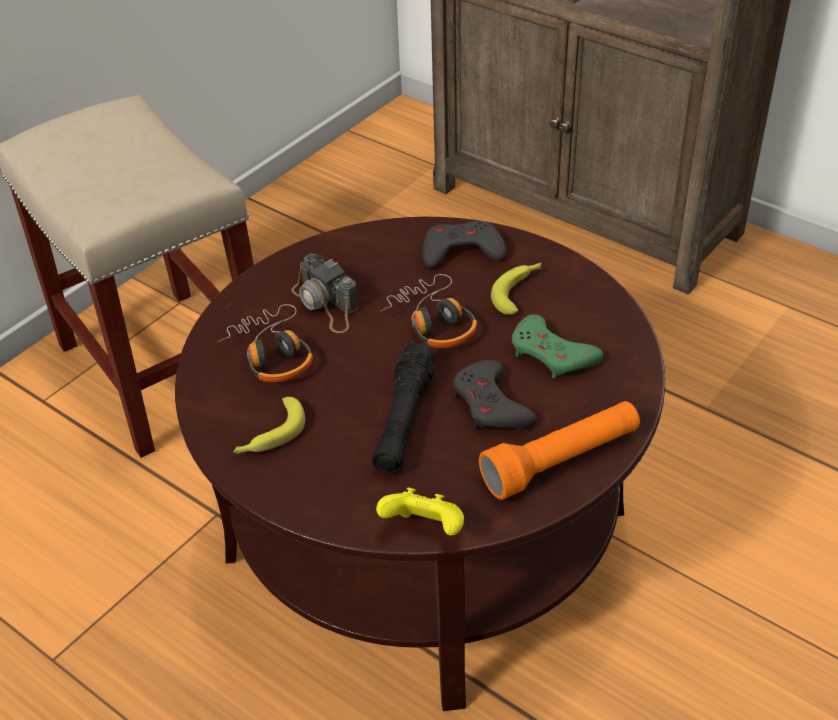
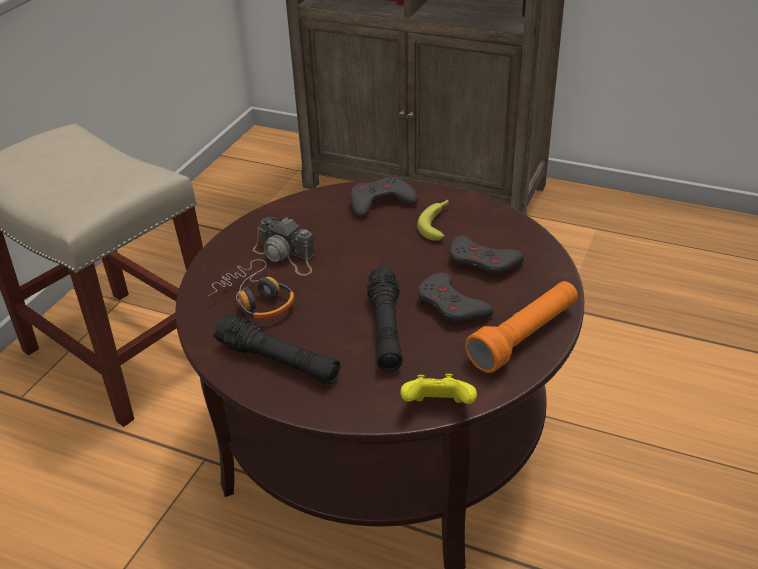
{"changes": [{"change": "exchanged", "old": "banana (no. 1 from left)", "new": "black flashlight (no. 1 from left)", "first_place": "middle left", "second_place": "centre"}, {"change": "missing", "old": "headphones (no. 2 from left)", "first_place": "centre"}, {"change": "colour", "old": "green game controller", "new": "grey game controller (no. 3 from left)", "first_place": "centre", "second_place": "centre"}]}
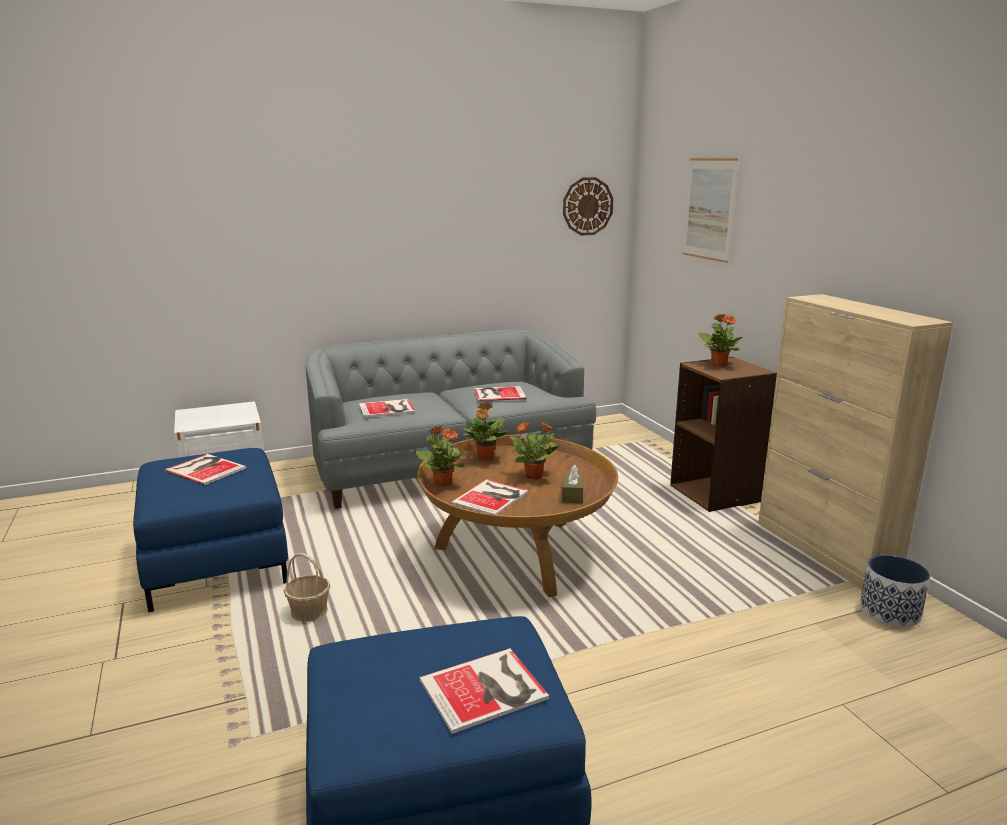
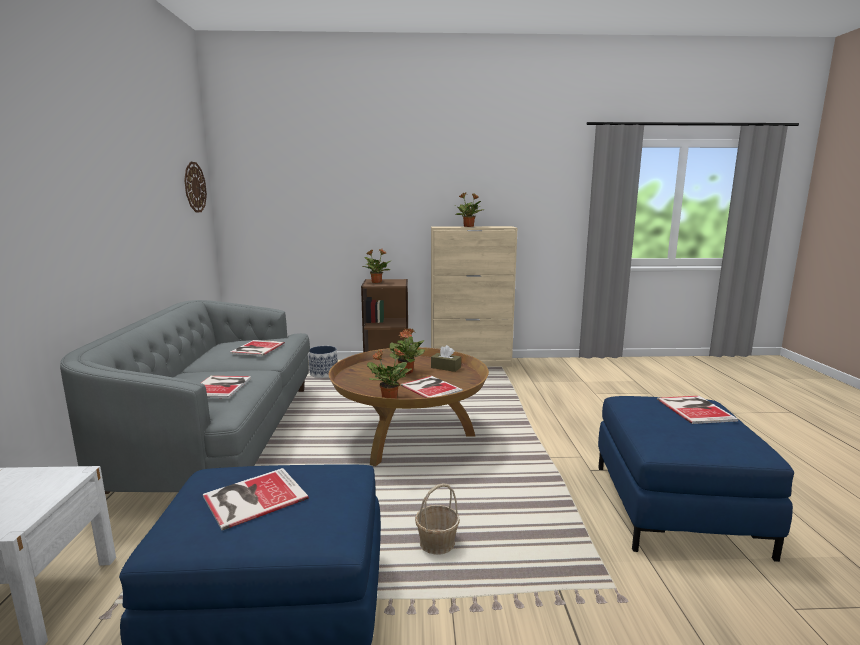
{"changes": [{"change": "relocated", "old": "potted plant (no. 2 from left in the first image)", "new": "potted plant (no. 4 from left)", "first_place": "centre", "second_place": "top centre"}, {"change": "missing", "old": "picture", "first_place": "top right"}, {"change": "relocated", "old": "planter", "first_place": "bottom right", "second_place": "centre"}]}
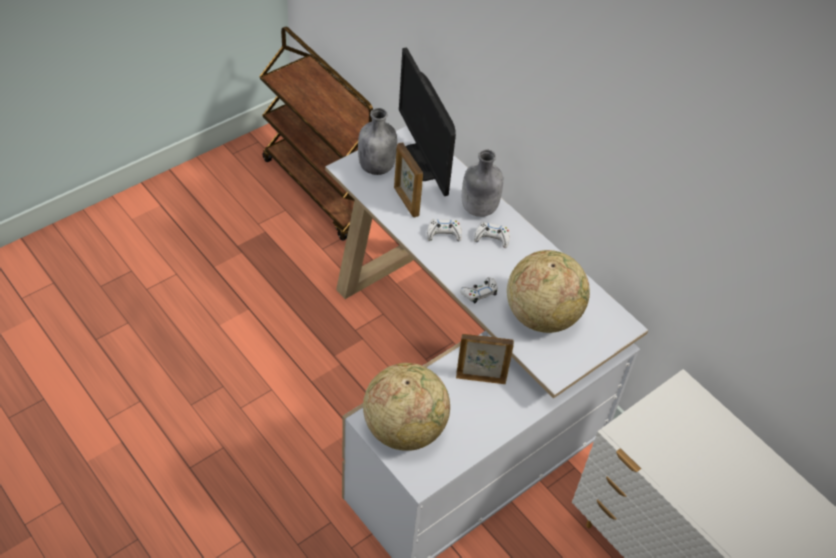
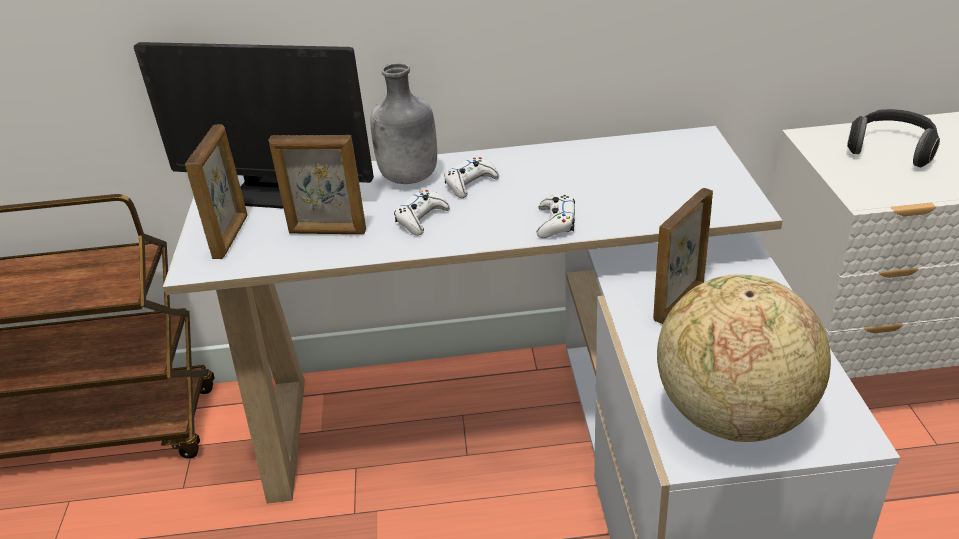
{"changes": [{"change": "exchanged", "old": "grey bottle (no. 1 from left)", "new": "picture frame (no. 1 from left)", "first_place": "top centre", "second_place": "middle left"}, {"change": "missing", "old": "globe (no. 2 from left)", "first_place": "centre"}, {"change": "appeared", "new": "headphones", "second_place": "top right"}]}
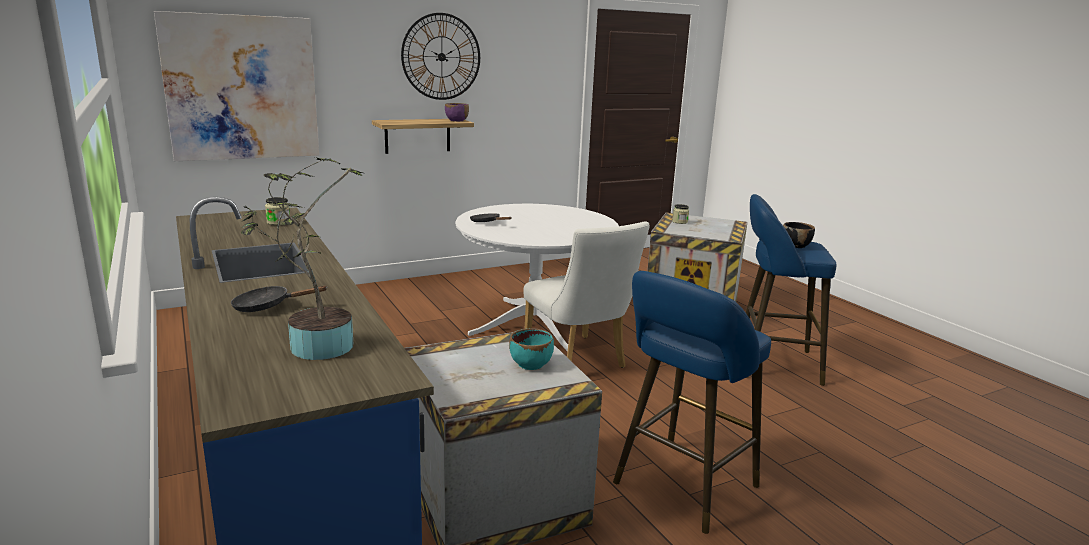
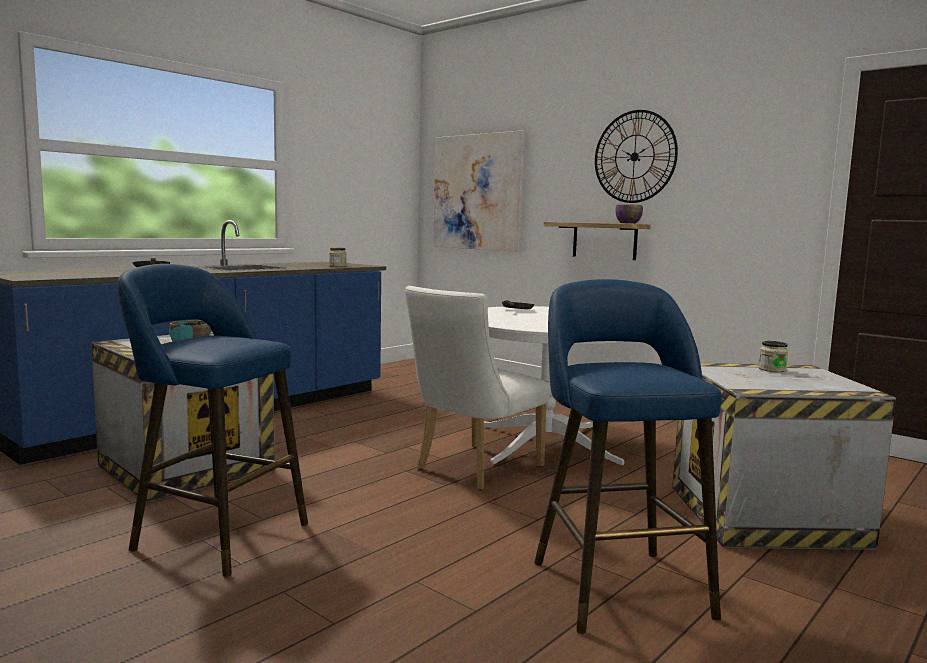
{"changes": [{"change": "missing", "old": "potted plant", "first_place": "middle left"}, {"change": "missing", "old": "black bowl", "first_place": "middle right"}]}
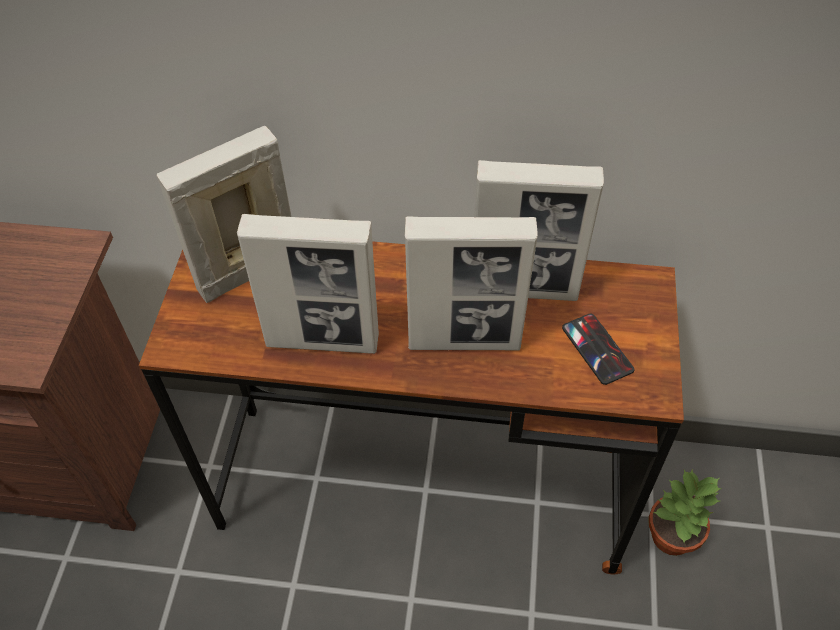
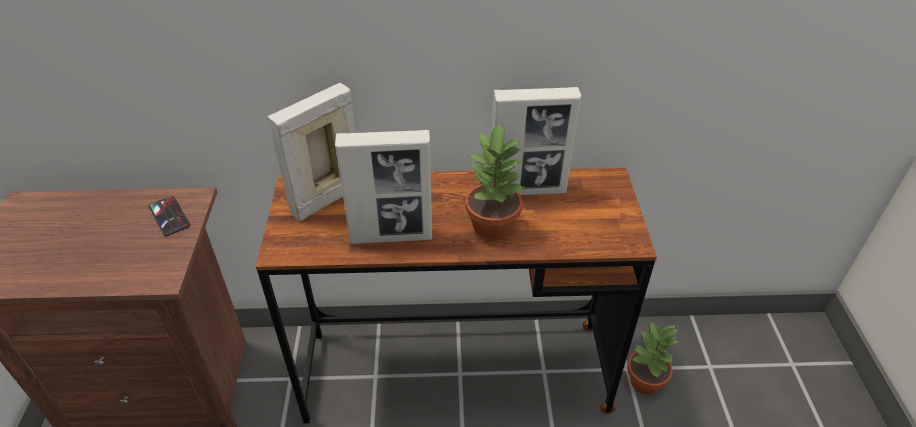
{"changes": [{"change": "exchanged", "old": "picture frame (no. 3 from left)", "new": "potted plant (no. 1 from left)", "first_place": "centre", "second_place": "centre"}, {"change": "relocated", "old": "phone", "first_place": "middle right", "second_place": "middle left"}]}
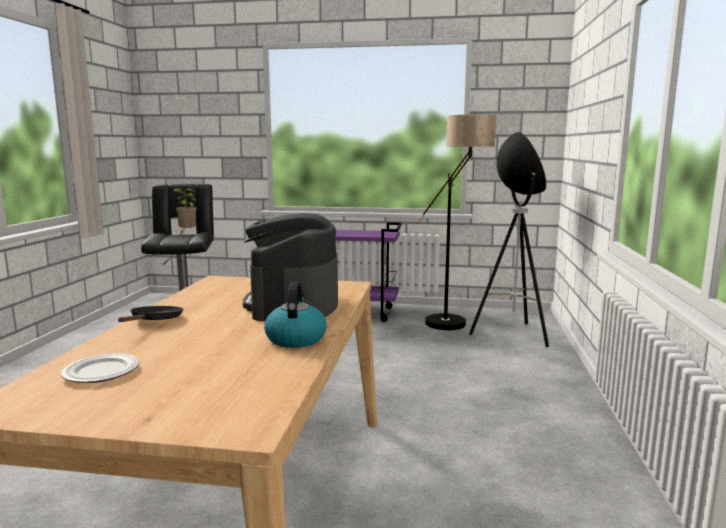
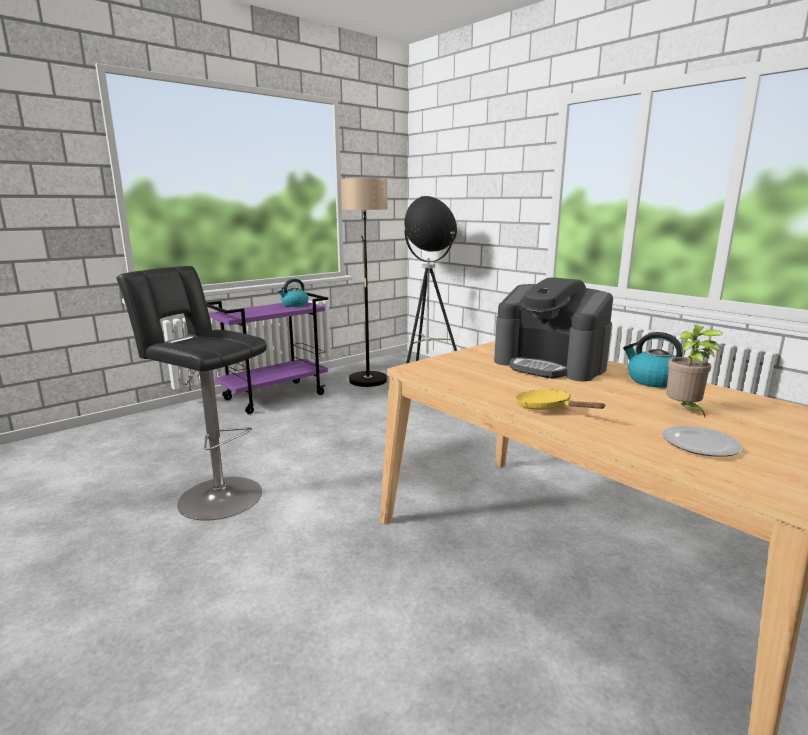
{"changes": [{"change": "colour", "old": "black frying pan", "new": "yellow frying pan", "first_place": "middle left", "second_place": "middle right"}, {"change": "relocated", "old": "potted plant", "first_place": "middle left", "second_place": "middle right"}, {"change": "appeared", "new": "kettle (no. 1 from left)", "second_place": "centre"}]}
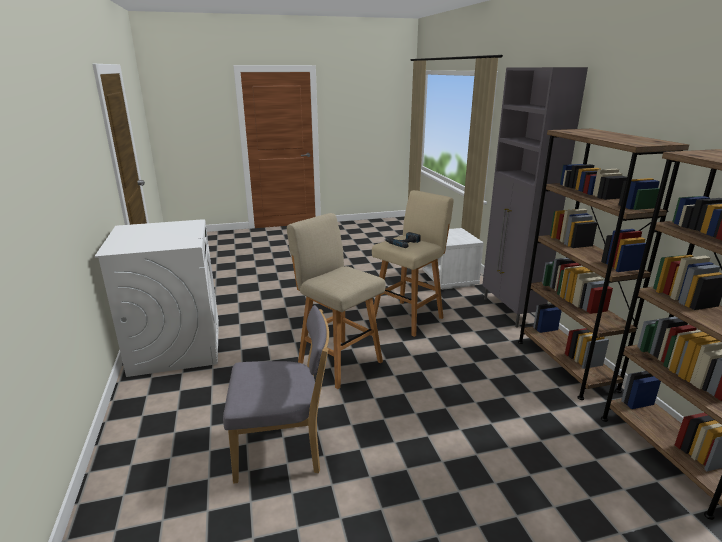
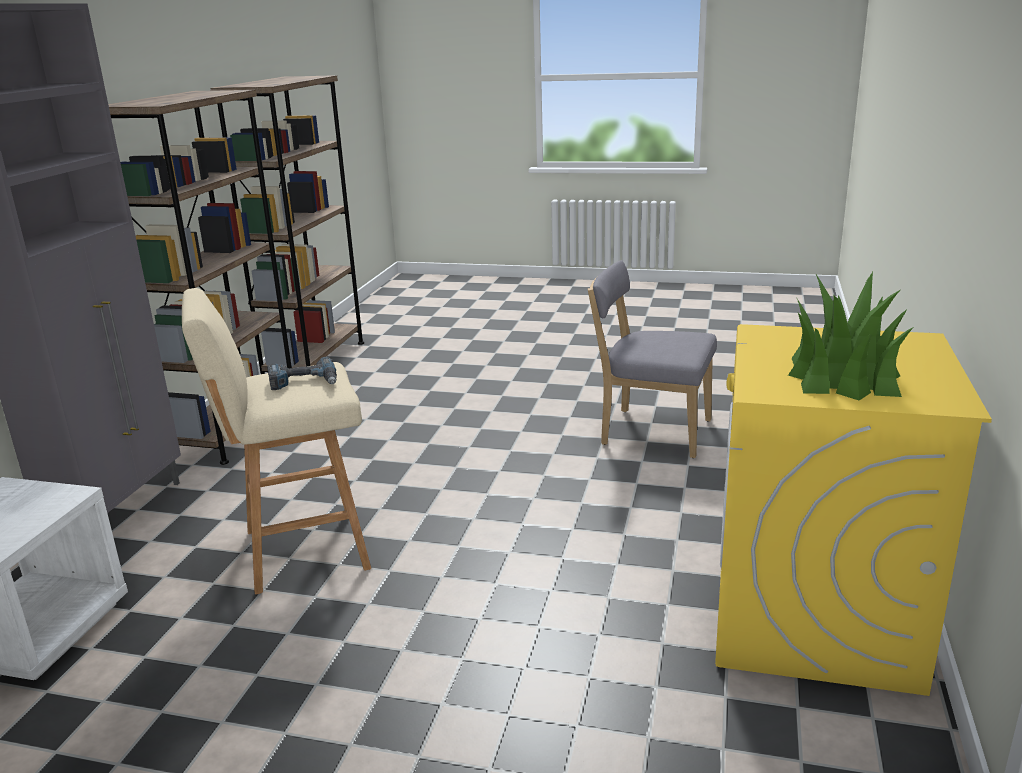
{"changes": [{"change": "colour", "old": "white washing machine", "new": "yellow washing machine", "first_place": "middle left", "second_place": "middle right"}, {"change": "missing", "old": "beige stool (no. 1 from left)", "first_place": "centre"}, {"change": "appeared", "new": "potted plant", "second_place": "middle right"}]}
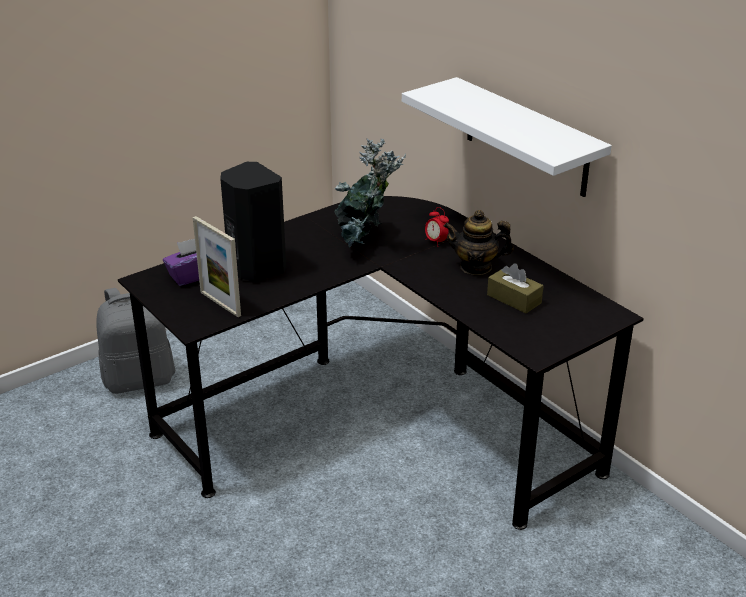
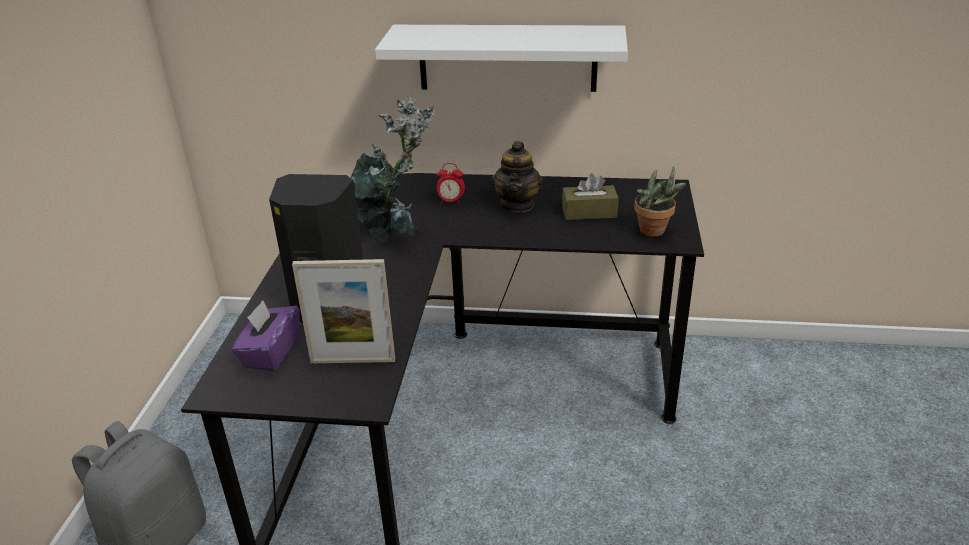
{"changes": [{"change": "spun", "old": "teapot", "first_place": "centre", "second_place": "top centre", "degrees": -45}, {"change": "appeared", "new": "potted plant (no. 2 from left)", "second_place": "middle right"}]}
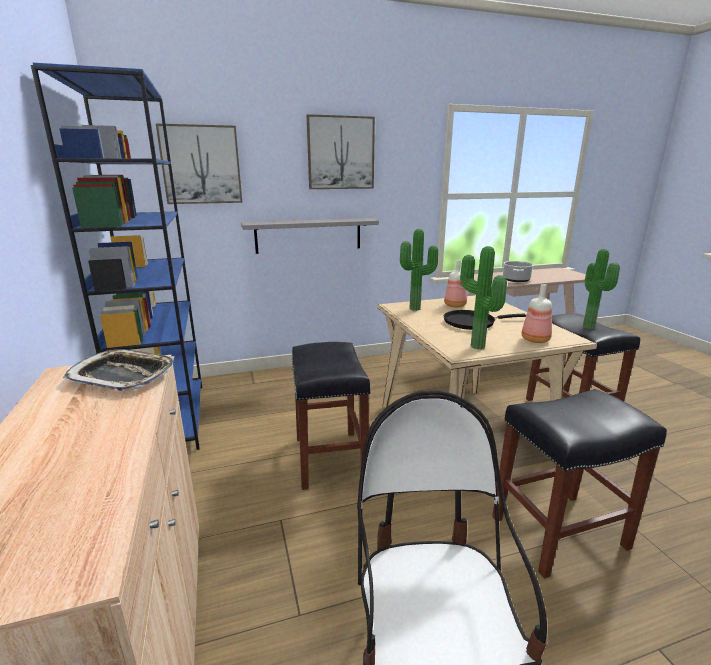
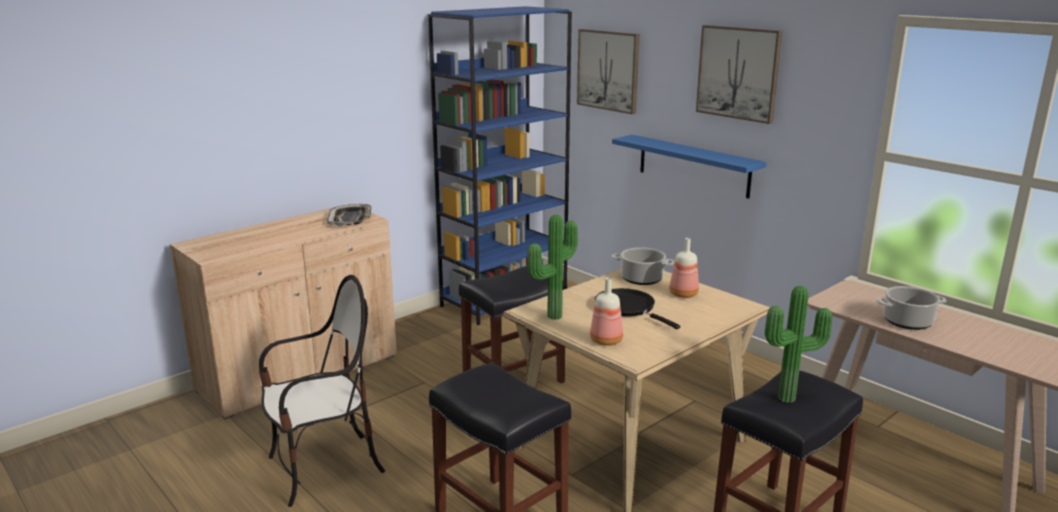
{"changes": [{"change": "colour", "old": "grey shelf", "new": "blue shelf", "first_place": "centre", "second_place": "top centre"}, {"change": "exchanged", "old": "potted plant (no. 1 from left)", "new": "cooking pot (no. 1 from left)", "first_place": "centre", "second_place": "centre"}]}
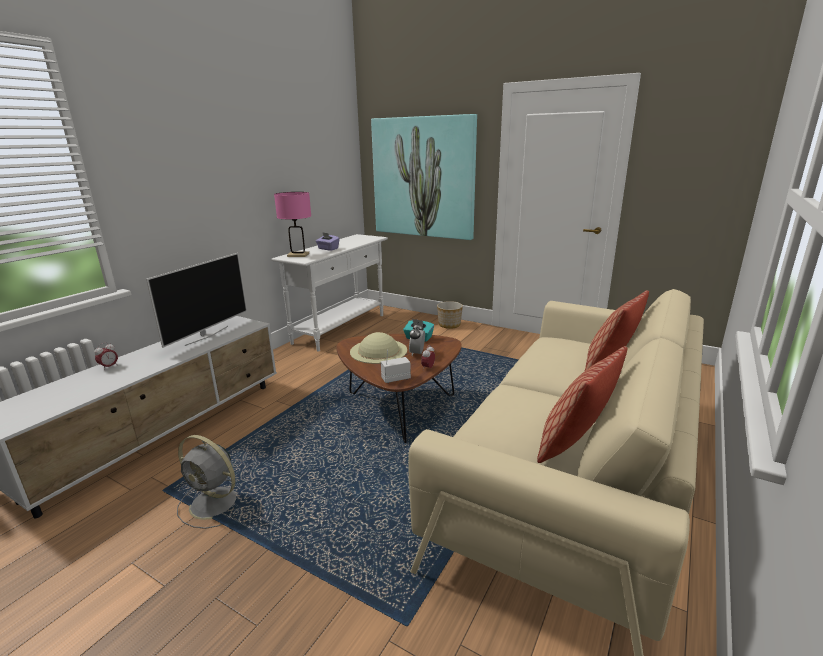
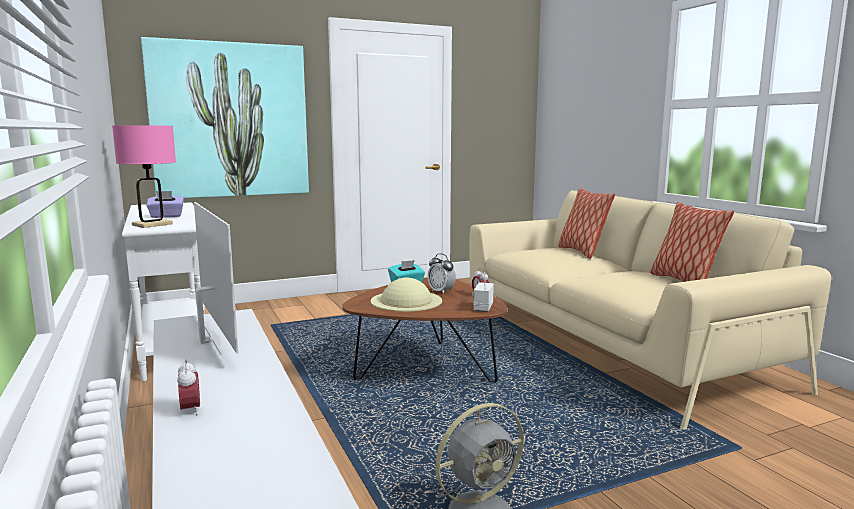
{"changes": [{"change": "missing", "old": "planter", "first_place": "centre"}]}
